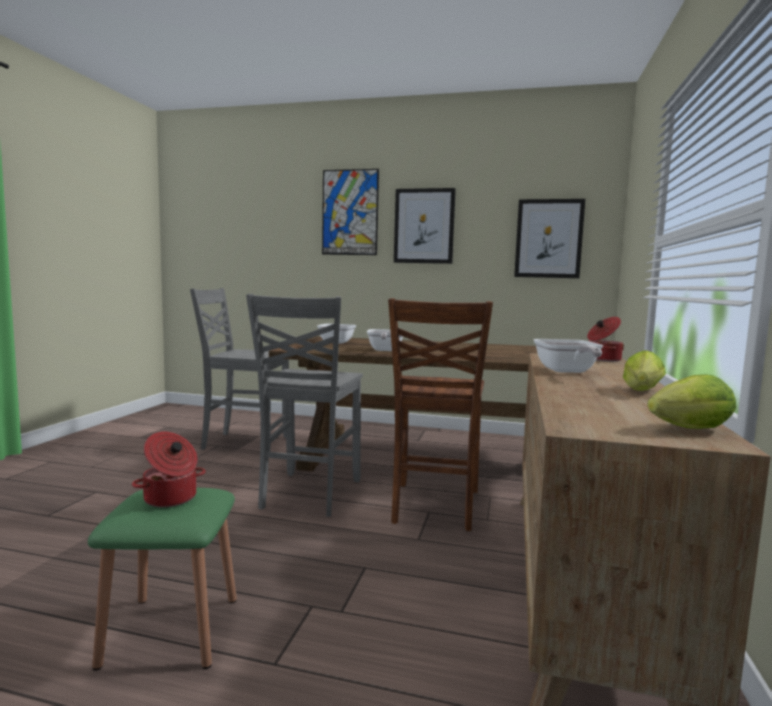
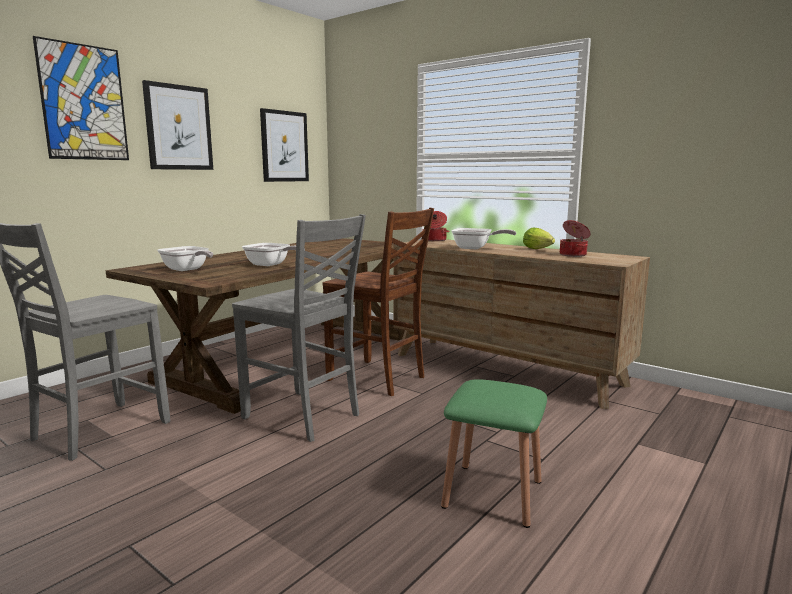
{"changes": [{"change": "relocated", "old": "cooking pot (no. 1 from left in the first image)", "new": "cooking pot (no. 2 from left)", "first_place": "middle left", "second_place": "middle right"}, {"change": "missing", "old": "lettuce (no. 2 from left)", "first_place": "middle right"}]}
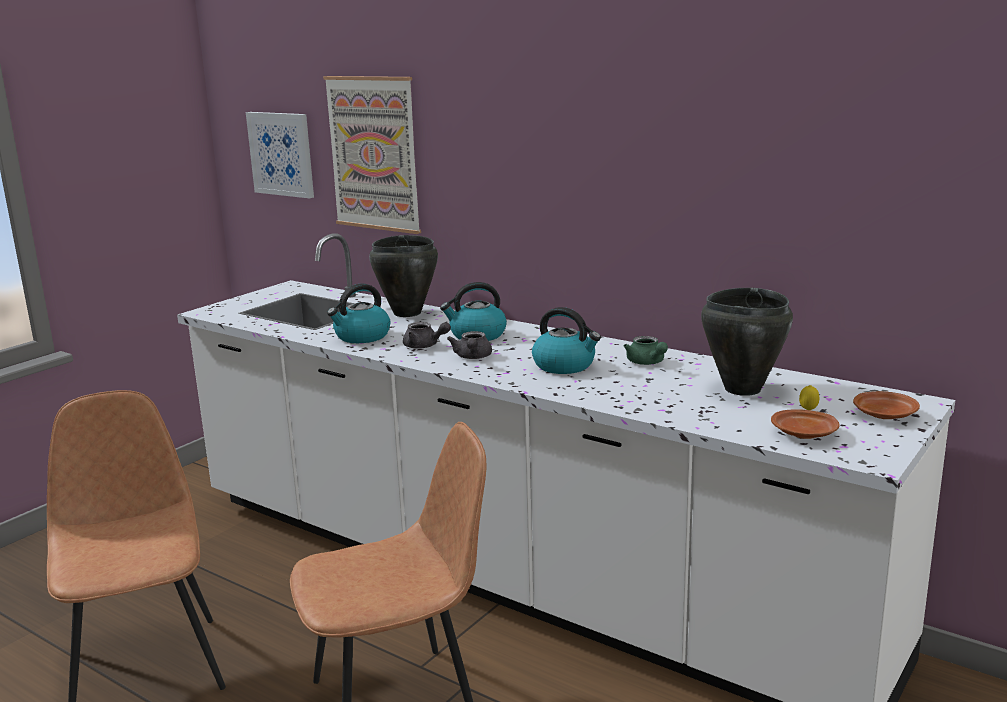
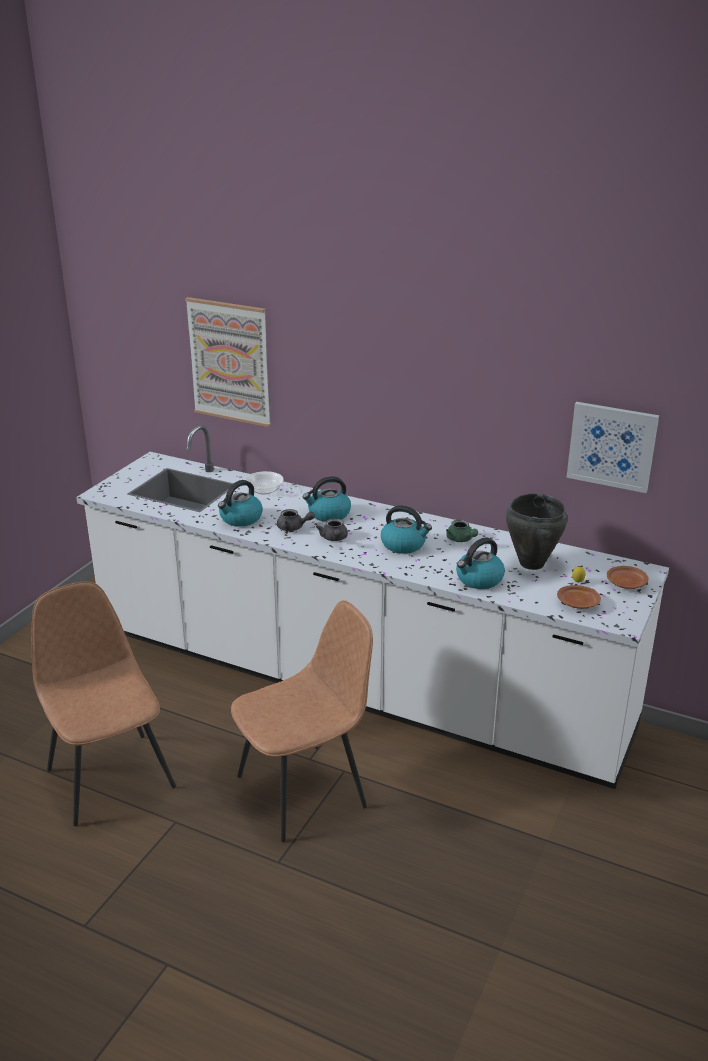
{"changes": [{"change": "relocated", "old": "picture (no. 1 from left in the first image)", "new": "picture (no. 2 from left)", "first_place": "top left", "second_place": "middle right"}, {"change": "exchanged", "old": "black cooking pot (no. 1 from left)", "new": "bowl", "first_place": "centre", "second_place": "centre"}, {"change": "appeared", "new": "kettle (no. 4 from left)", "second_place": "middle right"}]}
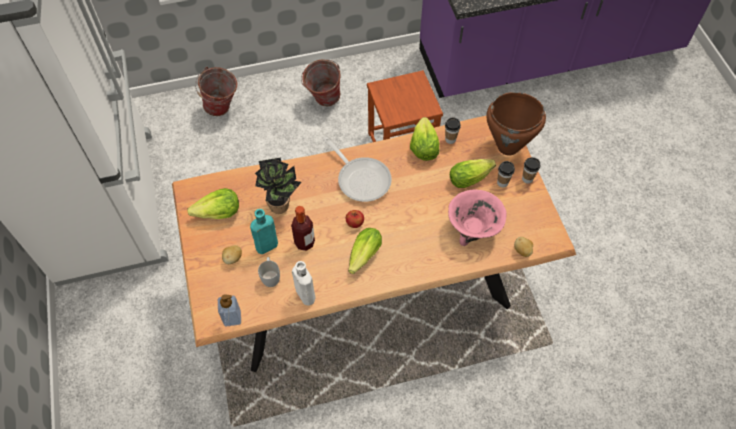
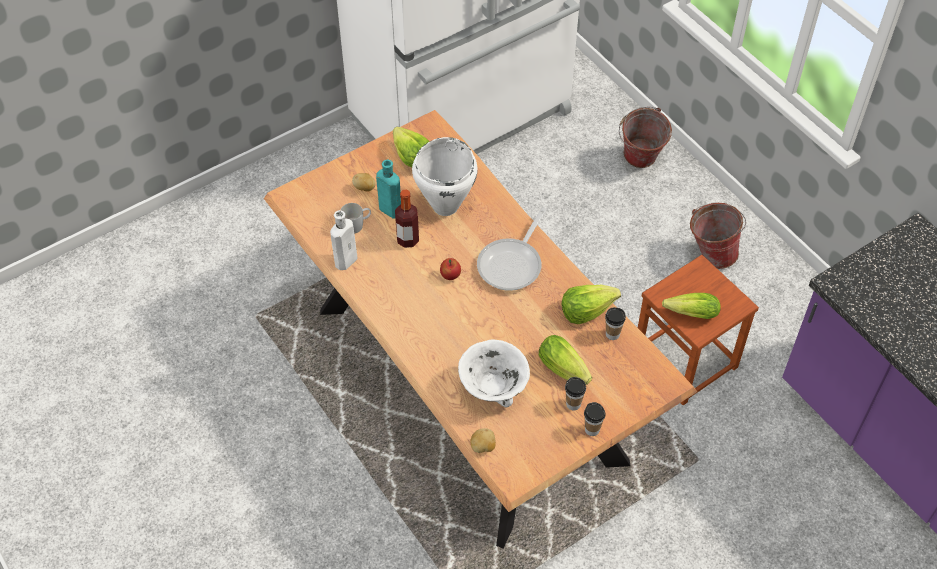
{"changes": [{"change": "missing", "old": "soap dispenser", "first_place": "bottom left"}, {"change": "exchanged", "old": "potted plant", "new": "white cooking pot", "first_place": "centre", "second_place": "top centre"}, {"change": "relocated", "old": "lettuce (no. 2 from left in the first image)", "new": "lettuce (no. 4 from left)", "first_place": "centre", "second_place": "middle right"}, {"change": "colour", "old": "pink bowl", "new": "white bowl", "first_place": "centre", "second_place": "centre"}, {"change": "missing", "old": "brown cooking pot", "first_place": "top right"}]}
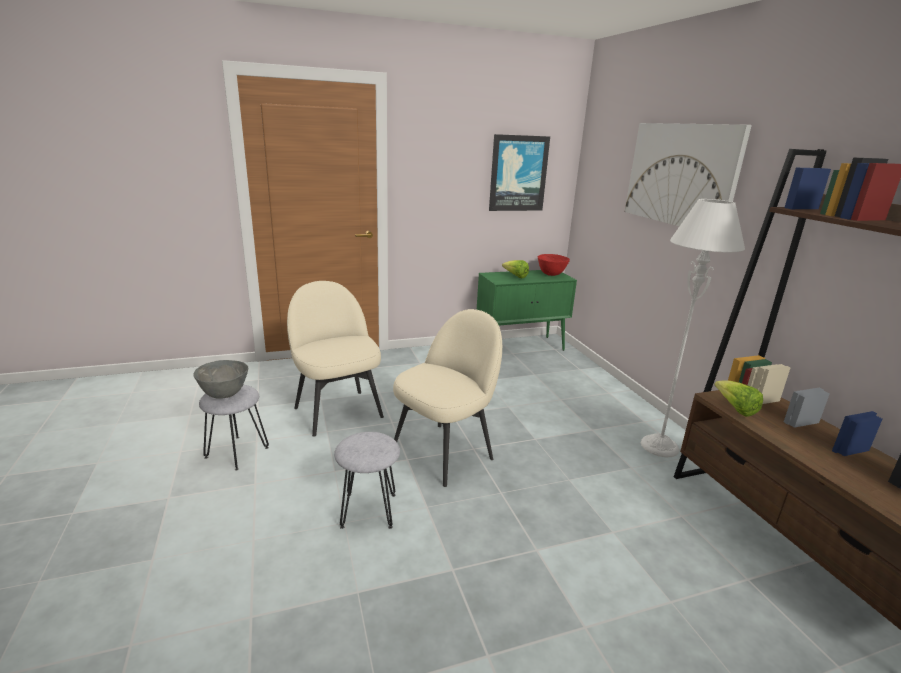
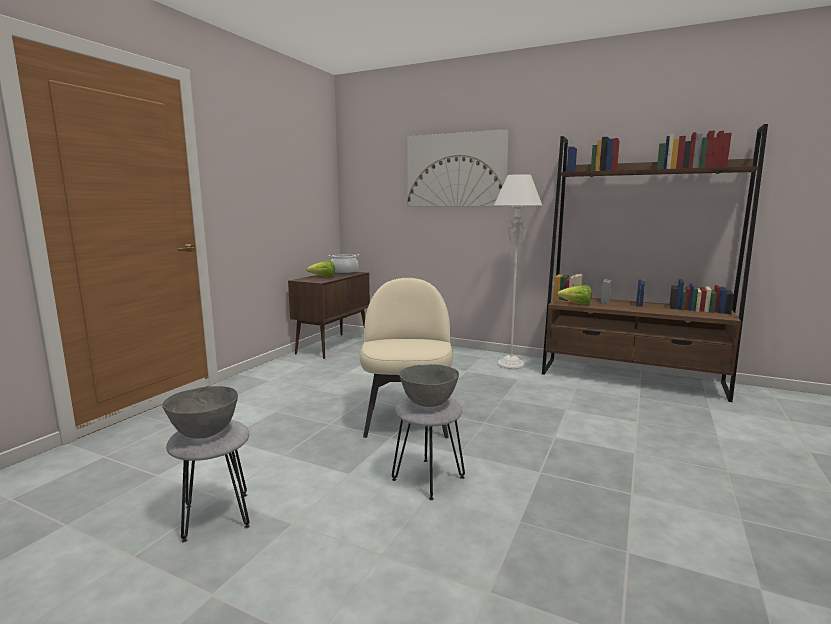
{"changes": [{"change": "missing", "old": "beige chair (no. 1 from left)", "first_place": "centre"}, {"change": "colour", "old": "green cabinet", "new": "brown cabinet", "first_place": "centre", "second_place": "centre"}, {"change": "missing", "old": "picture (no. 1 from left)", "first_place": "top centre"}, {"change": "exchanged", "old": "red bowl", "new": "cooking pot", "first_place": "centre", "second_place": "centre"}, {"change": "appeared", "new": "grey bowl (no. 2 from left)", "second_place": "centre"}]}
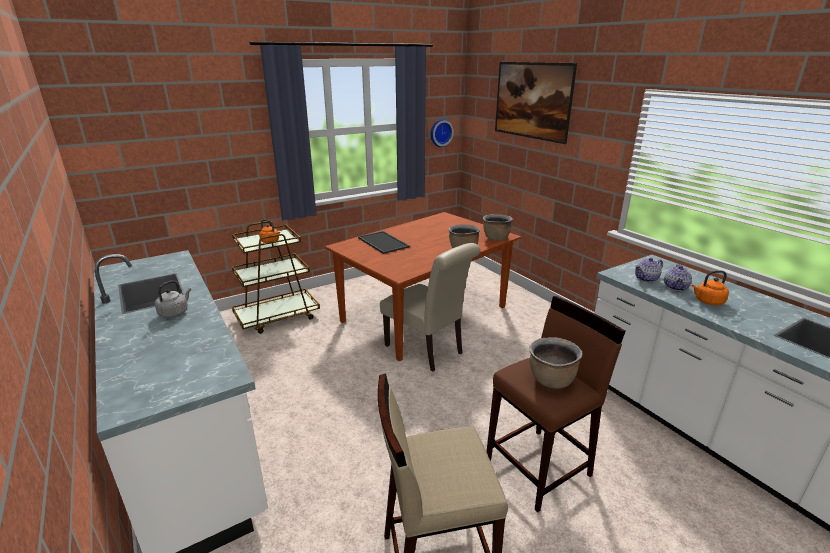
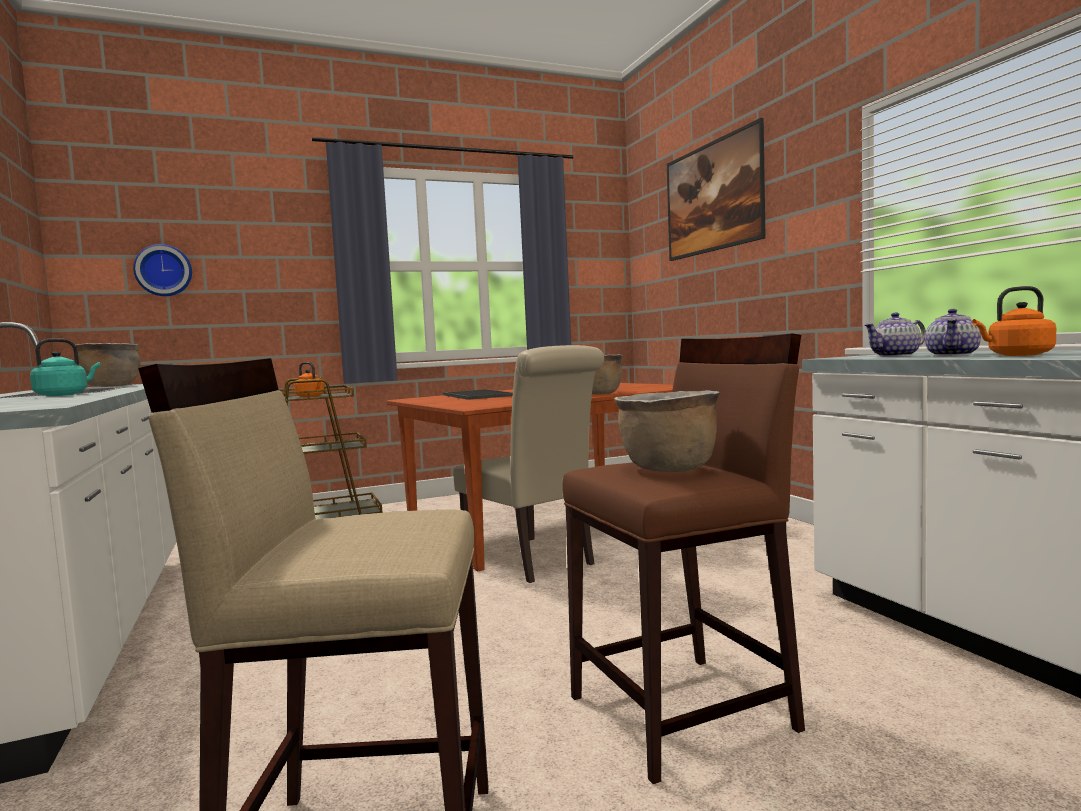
{"changes": [{"change": "colour", "old": "grey kettle", "new": "turquoise kettle", "first_place": "middle left", "second_place": "middle left"}, {"change": "relocated", "old": "wall clock", "first_place": "top centre", "second_place": "top left"}, {"change": "relocated", "old": "brown cooking pot (no. 2 from left in the first image)", "new": "brown cooking pot (no. 1 from left)", "first_place": "centre", "second_place": "middle left"}]}
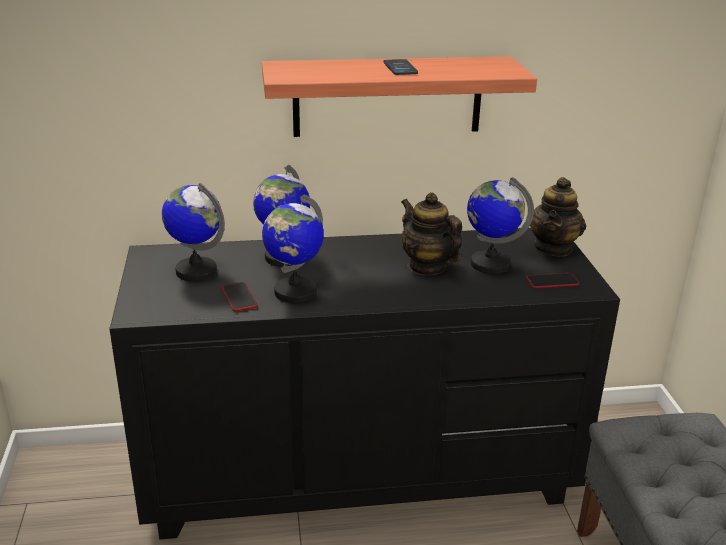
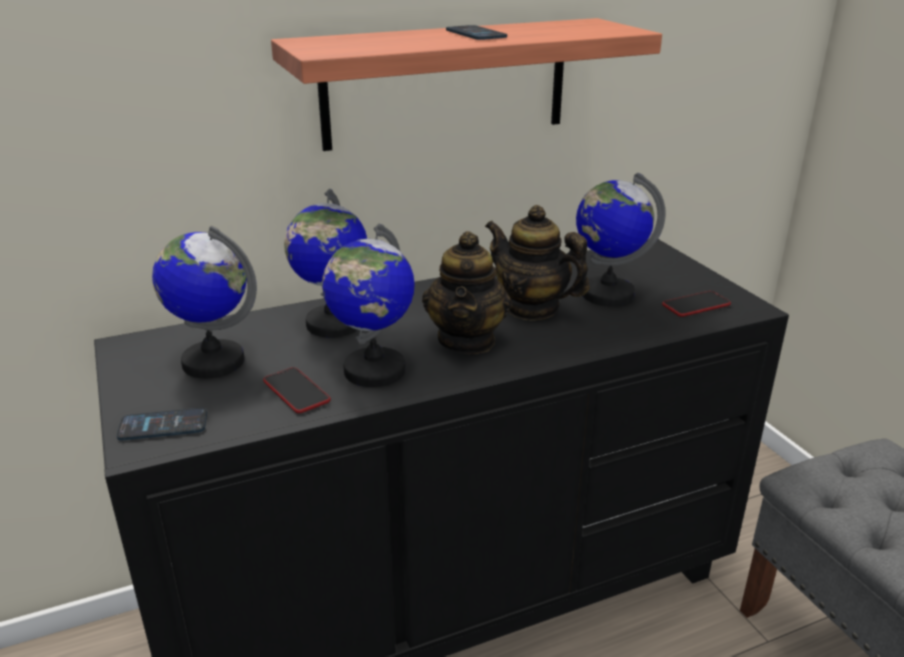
{"changes": [{"change": "relocated", "old": "teapot (no. 2 from left in the first image)", "new": "teapot (no. 1 from left)", "first_place": "middle right", "second_place": "centre"}, {"change": "appeared", "new": "phone (no. 1 from left)", "second_place": "middle left"}]}
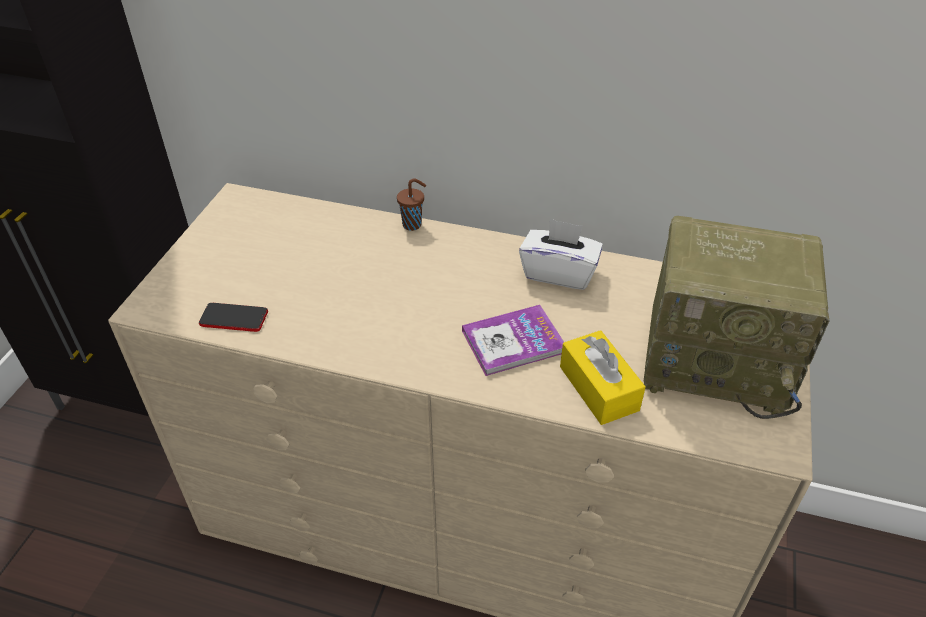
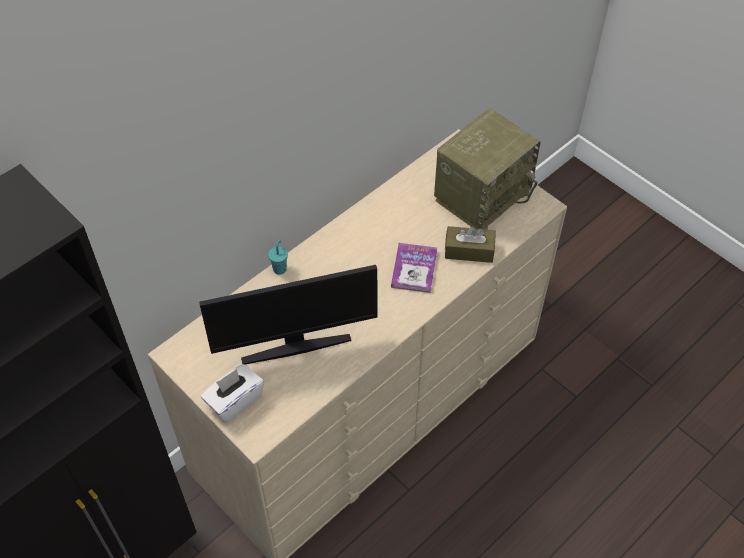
{"changes": [{"change": "missing", "old": "phone", "first_place": "middle left"}, {"change": "colour", "old": "brown cup", "new": "turquoise cup", "first_place": "top centre", "second_place": "centre"}, {"change": "relocated", "old": "white tissue box", "first_place": "centre", "second_place": "bottom left"}, {"change": "colour", "old": "yellow tissue box", "new": "brown tissue box", "first_place": "centre", "second_place": "centre"}, {"change": "appeared", "new": "monitor", "second_place": "centre"}]}
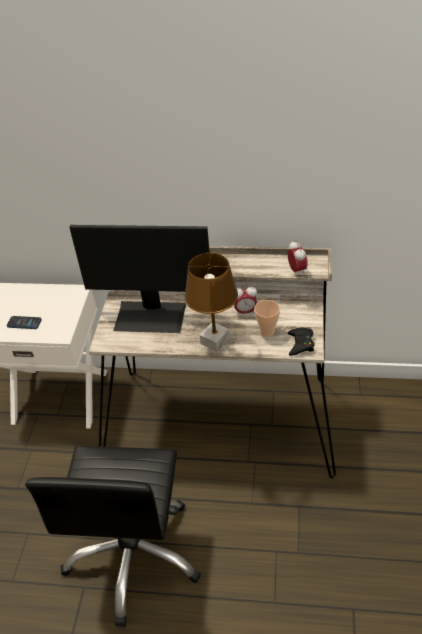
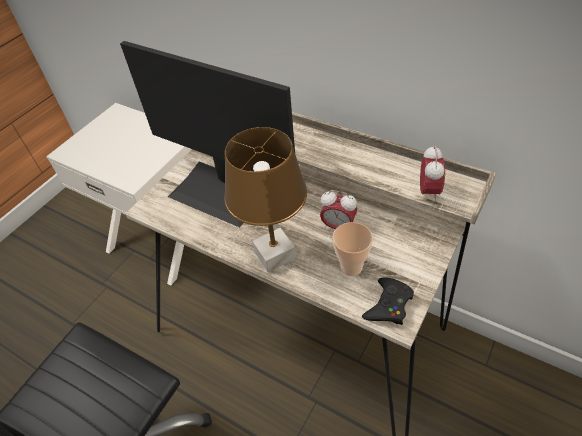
{"changes": [{"change": "missing", "old": "phone", "first_place": "middle left"}]}
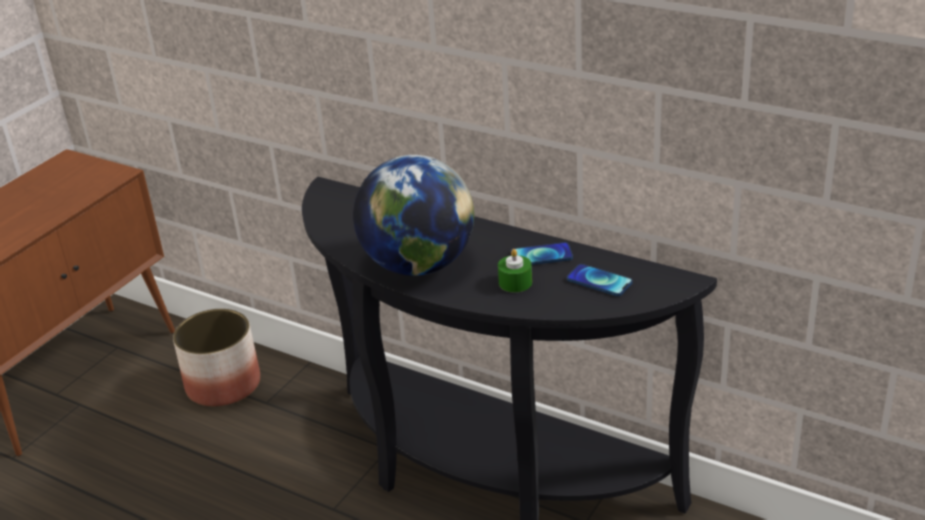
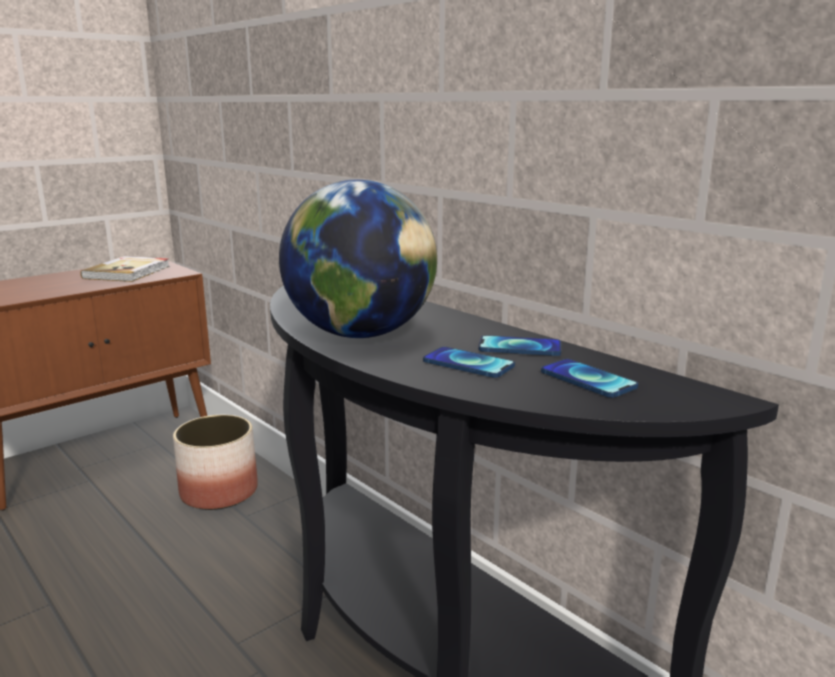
{"changes": [{"change": "exchanged", "old": "green candle", "new": "phone (no. 1 from left)", "first_place": "centre", "second_place": "centre"}, {"change": "appeared", "new": "book", "second_place": "middle left"}]}
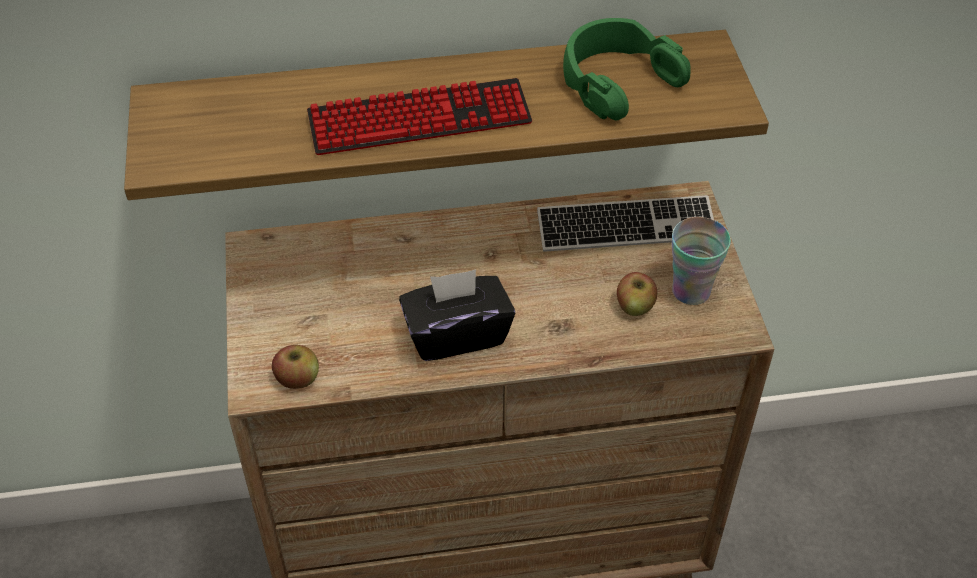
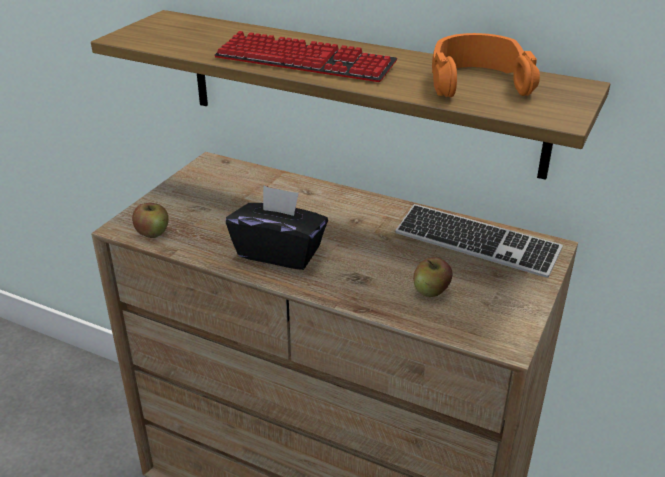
{"changes": [{"change": "colour", "old": "green headphones", "new": "orange headphones", "first_place": "top centre", "second_place": "top right"}, {"change": "missing", "old": "cup", "first_place": "middle right"}]}
